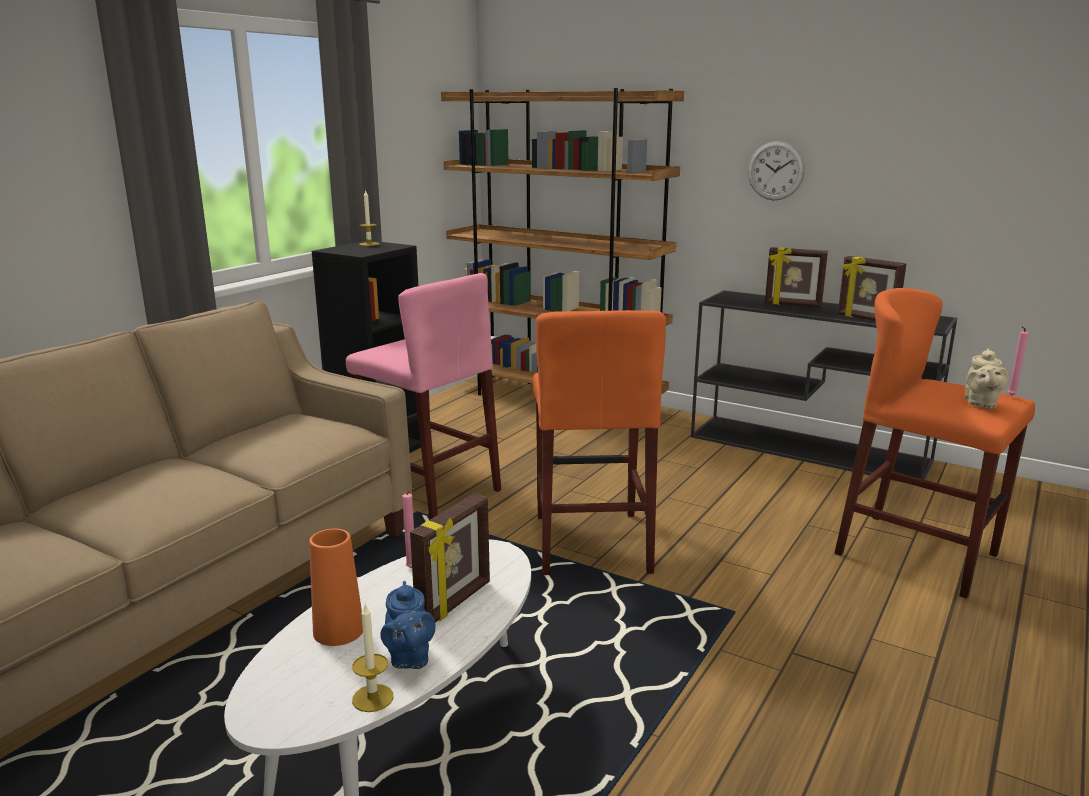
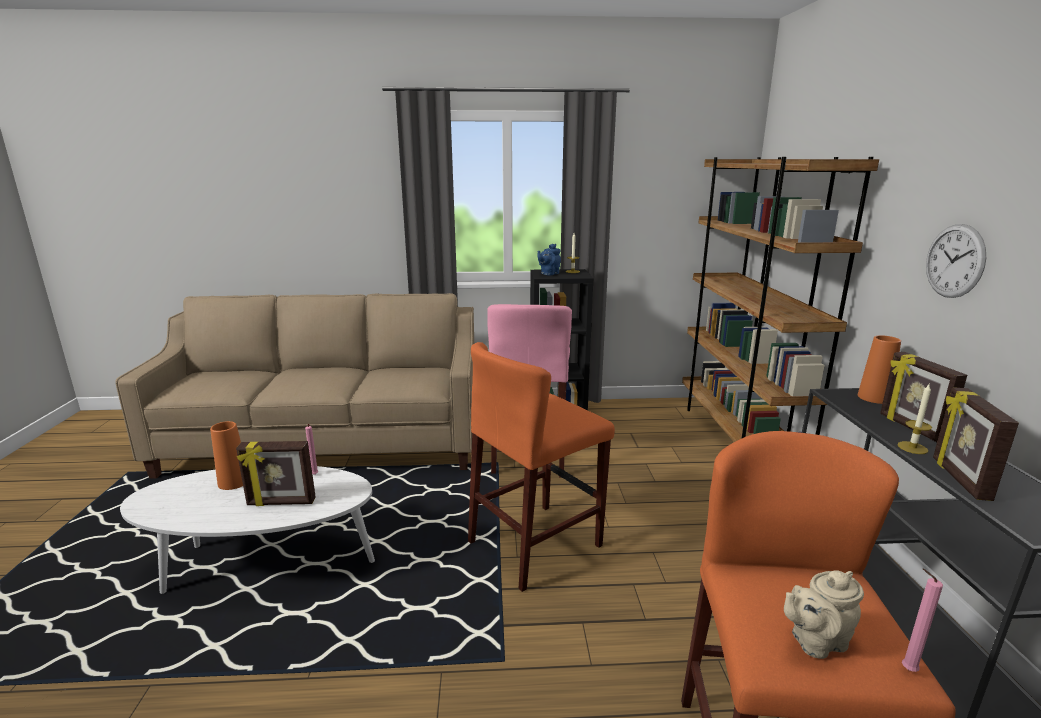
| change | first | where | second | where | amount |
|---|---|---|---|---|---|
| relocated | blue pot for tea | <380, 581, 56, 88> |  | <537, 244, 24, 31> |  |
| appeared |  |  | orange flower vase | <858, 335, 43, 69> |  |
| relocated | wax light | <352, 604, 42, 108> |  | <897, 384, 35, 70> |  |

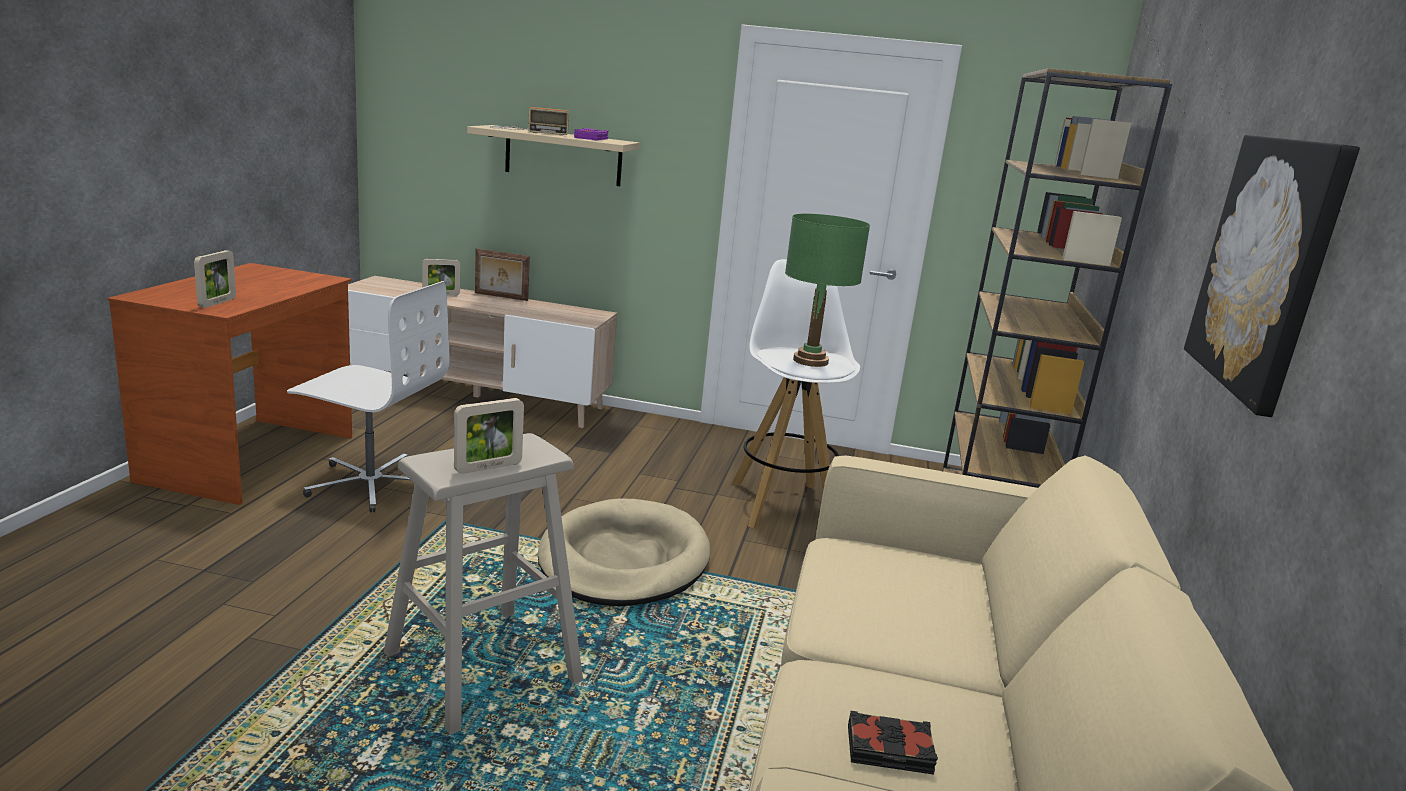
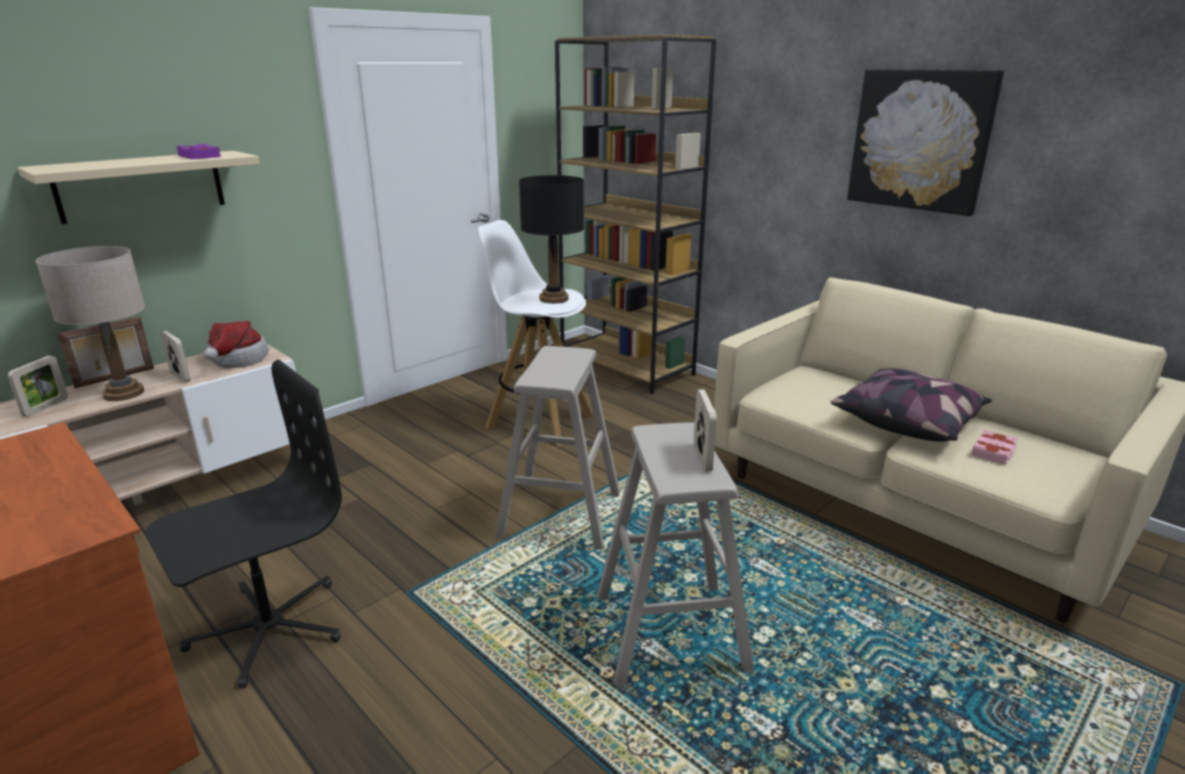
| change | first | where | second | where | amount |
|---|---|---|---|---|---|
| appeared |  |  | beige table lamp | <35, 246, 110, 155> |  |
| colour | white computer chair | <287, 281, 162, 231> | black computer chair | <145, 360, 197, 328> |  |
| relocated | standing frame | <194, 250, 42, 58> |  | <161, 331, 30, 51> |  |
| appeared |  |  | clothing hat | <204, 321, 65, 47> |  |
| exchanged | beige dog cushion | <538, 499, 173, 107> | beige sitting stool | <495, 346, 125, 204> |  |
| colour | green table lamp | <785, 214, 85, 153> | black table lamp | <519, 175, 65, 129> |  |
| appeared |  |  | pillow | <831, 368, 161, 74> |  |
| colour | black book | <848, 711, 90, 64> | pink book | <971, 429, 47, 36> |  |
| missing | radio | <490, 107, 79, 29> |  |  |  |

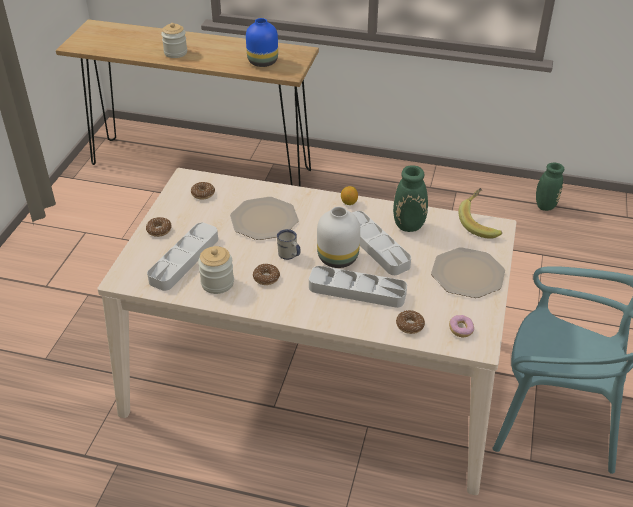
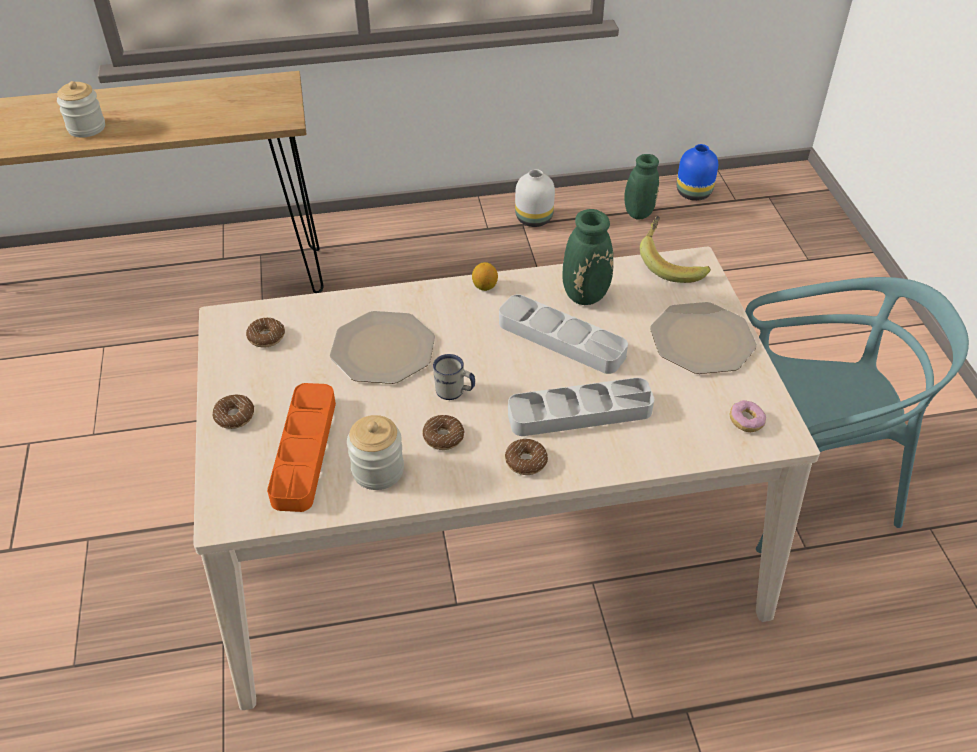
| change | first | where | second | where | amount |
|---|---|---|---|---|---|
| colour | greyish tray | <147, 223, 71, 68> | orange tray | <267, 383, 69, 129> |  |
| relocated | donut | <396, 310, 29, 24> |  | <505, 439, 43, 36> |  |
| relocated | white flower vase | <317, 207, 43, 61> |  | <515, 169, 40, 58> |  |
| relocated | blue flower vase | <246, 18, 32, 49> |  | <677, 144, 41, 57> |  |

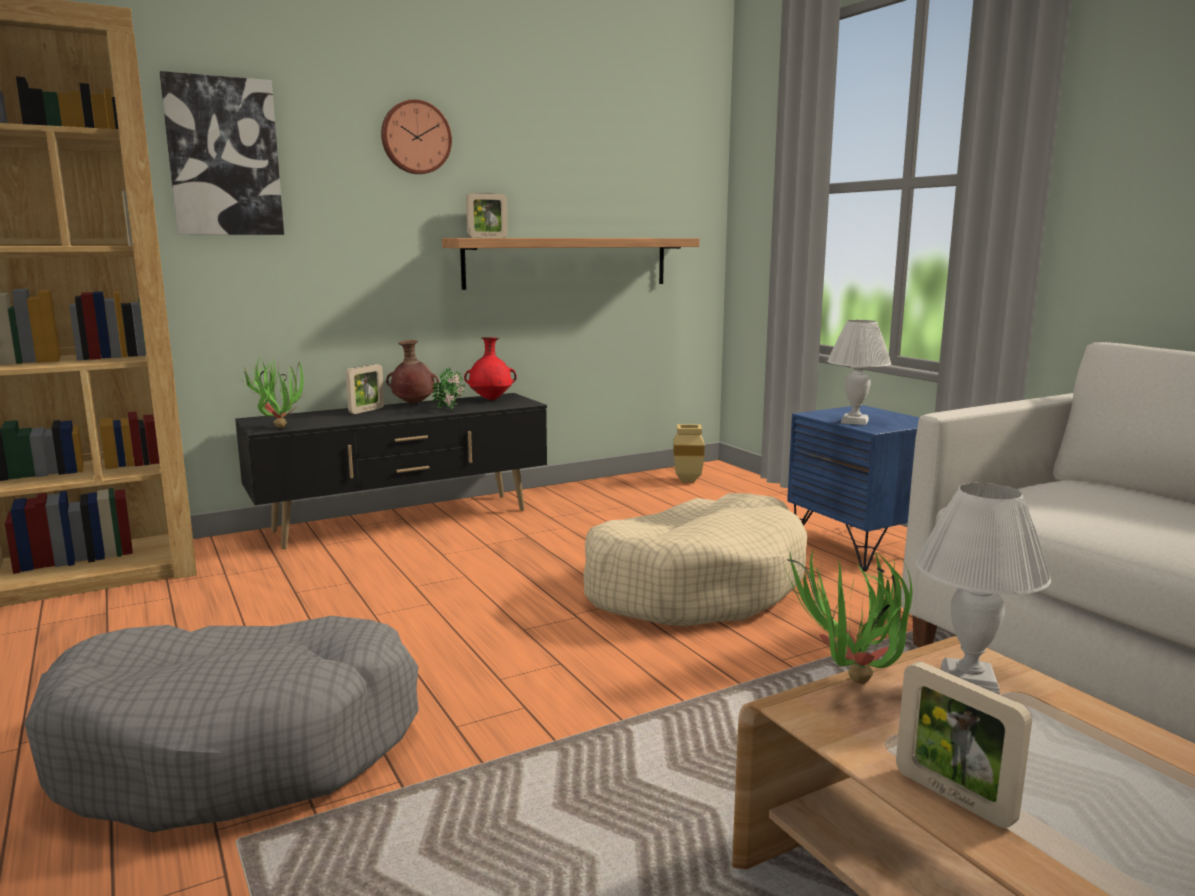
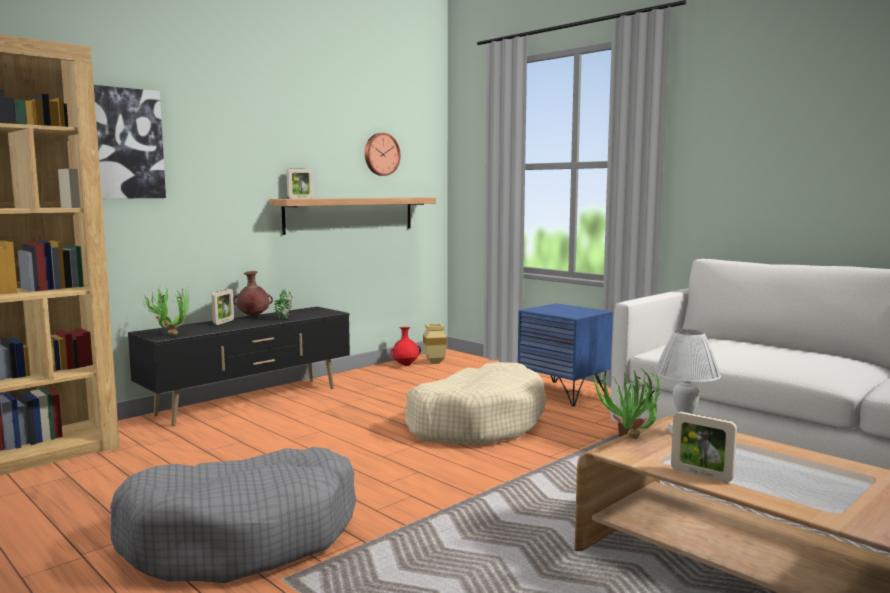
| change | first | where | second | where | amount |
|---|---|---|---|---|---|
| relocated | hanging clock | <381, 99, 71, 75> |  | <365, 133, 36, 43> |  |
| relocated | reddish flower vase | <464, 337, 53, 63> |  | <390, 327, 31, 39> |  |
| missing | white table lamp | <827, 320, 64, 105> |  |  |  |

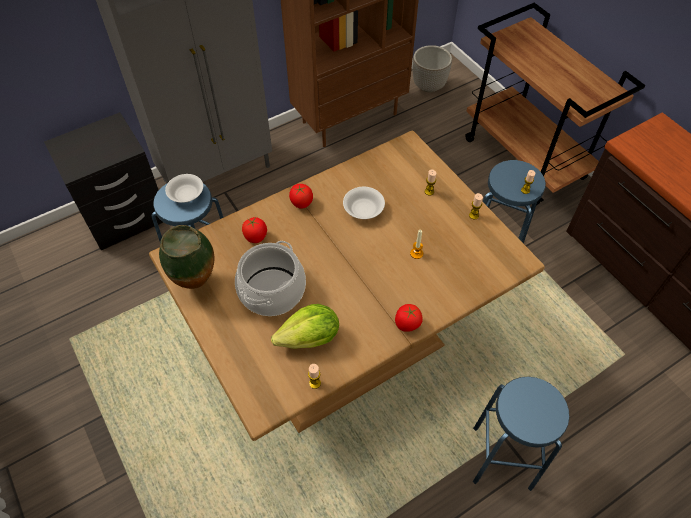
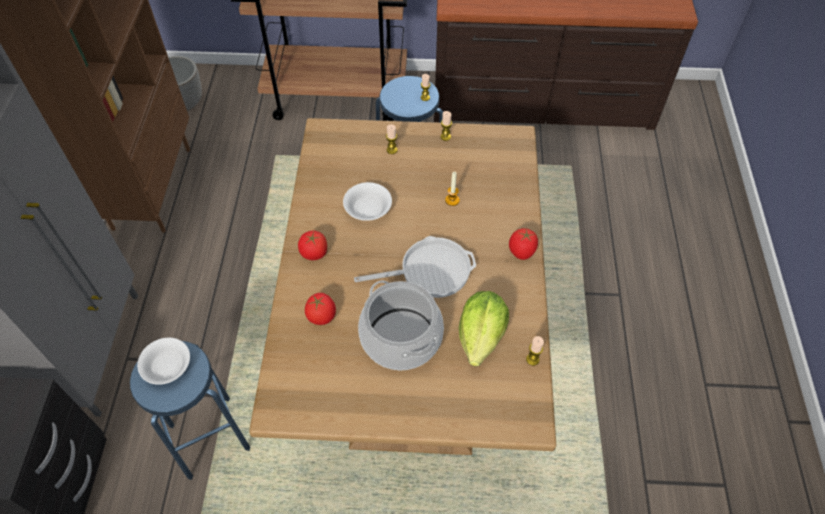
| change | first | where | second | where | amount |
|---|---|---|---|---|---|
| appeared |  |  | frying pan | <354, 236, 122, 62> |  |
| missing | flower vase | <159, 225, 55, 64> |  |  |  |
| missing | blue sitting stool | <473, 377, 97, 114> |  |  |  |

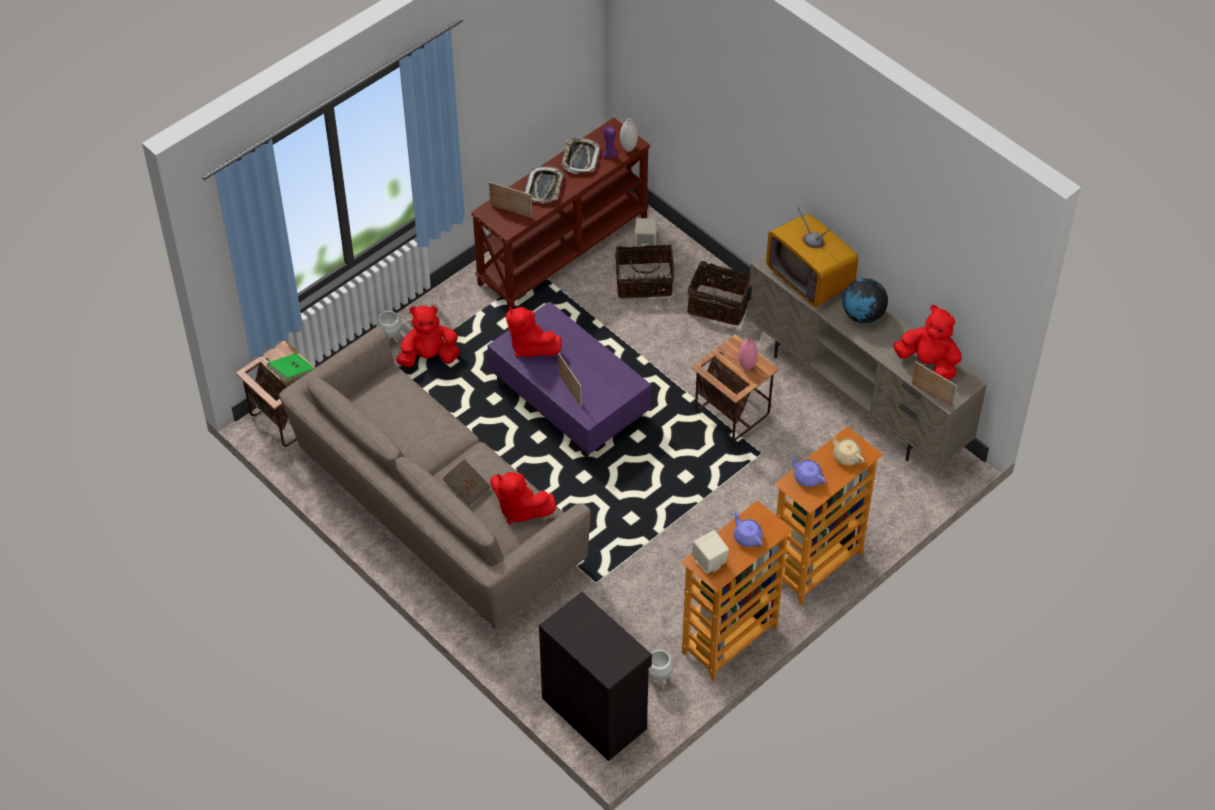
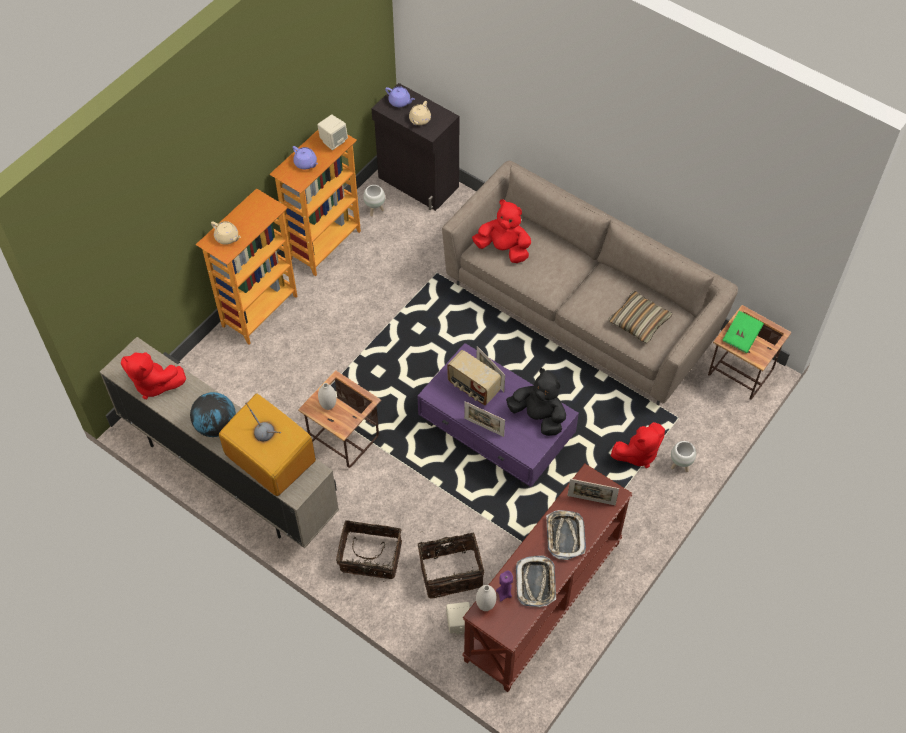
| change | first | where | second | where | amount |
|---|---|---|---|---|---|
| colour | pink flower vase | <738, 338, 20, 32> | white flower vase | <318, 383, 19, 27> |  |
| relocated | purplish pot for tea | <790, 455, 36, 32> |  | <385, 86, 30, 21> |  |
| appeared |  |  | beige pot for tea | <409, 101, 22, 24> |  |
| appeared |  |  | radio | <447, 350, 54, 55> |  |
| relocated | standing frame | <911, 361, 46, 47> |  | <464, 401, 41, 36> |  |
| colour | reddish cuddly toy | <506, 306, 55, 51> | black cuddly toy | <506, 368, 60, 68> |  |
| appeared |  |  | pillow | <608, 291, 65, 52> |  |
| missing | brownish book | <442, 459, 49, 48> |  |  |  |

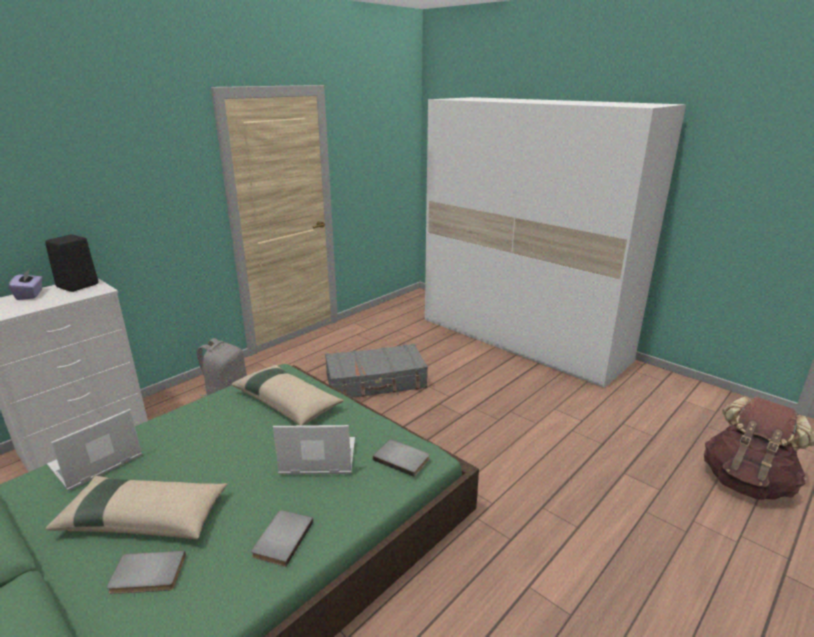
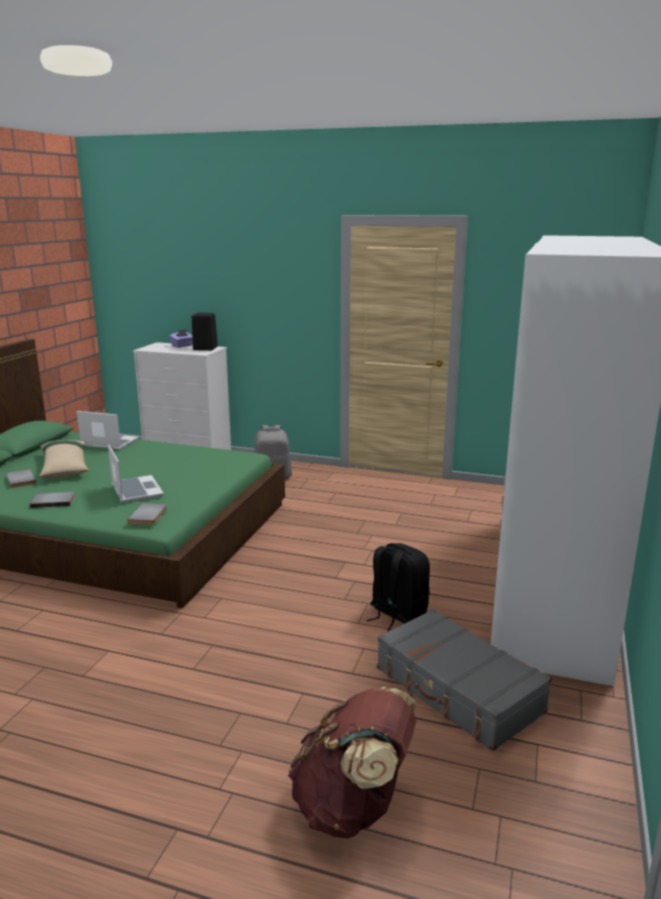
| change | first | where | second | where | amount |
|---|---|---|---|---|---|
| appeared |  |  | black knapsack | <367, 543, 63, 89> |  |
| relocated | greyish piece of luggage | <325, 344, 103, 54> |  | <377, 609, 175, 142> |  |
| missing | beige pillow | <232, 365, 112, 61> |  |  |  |

